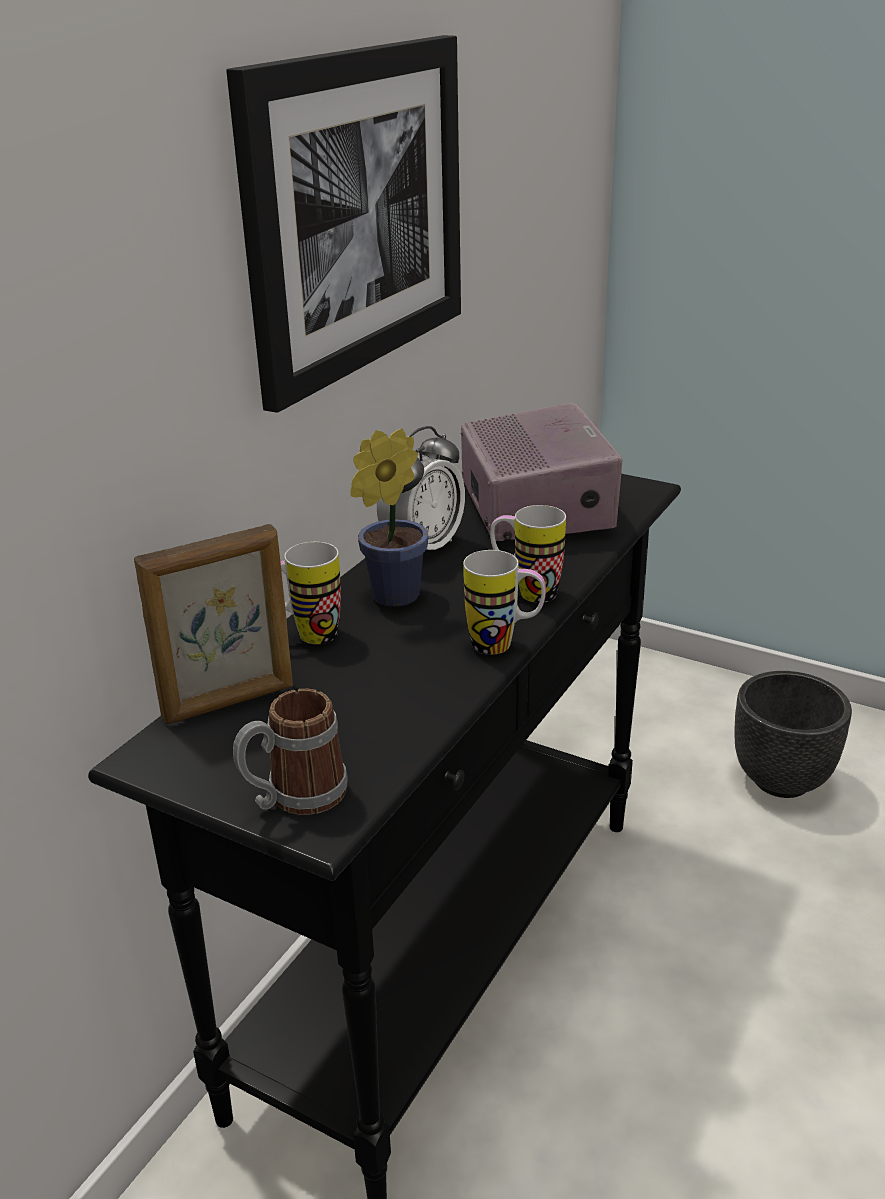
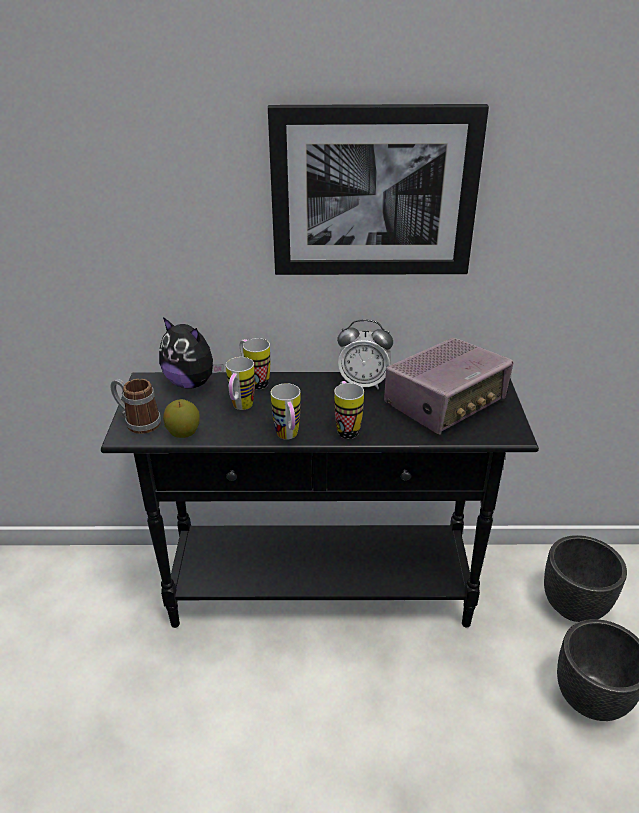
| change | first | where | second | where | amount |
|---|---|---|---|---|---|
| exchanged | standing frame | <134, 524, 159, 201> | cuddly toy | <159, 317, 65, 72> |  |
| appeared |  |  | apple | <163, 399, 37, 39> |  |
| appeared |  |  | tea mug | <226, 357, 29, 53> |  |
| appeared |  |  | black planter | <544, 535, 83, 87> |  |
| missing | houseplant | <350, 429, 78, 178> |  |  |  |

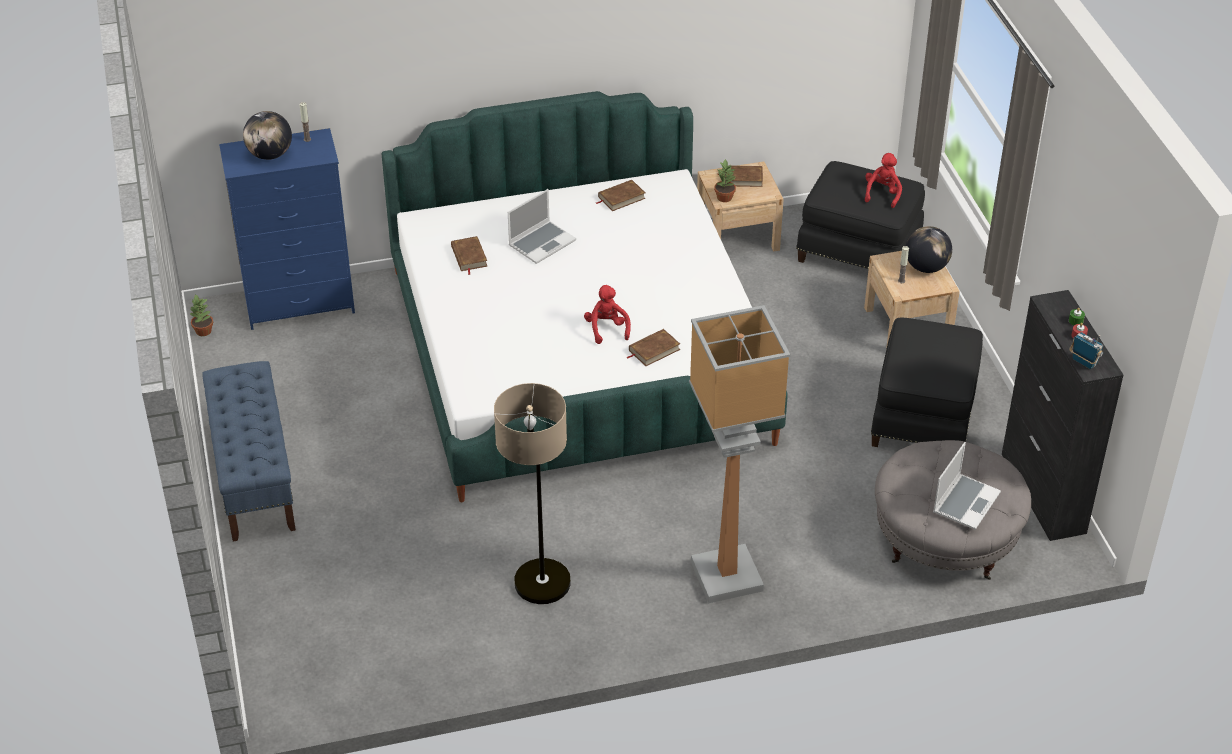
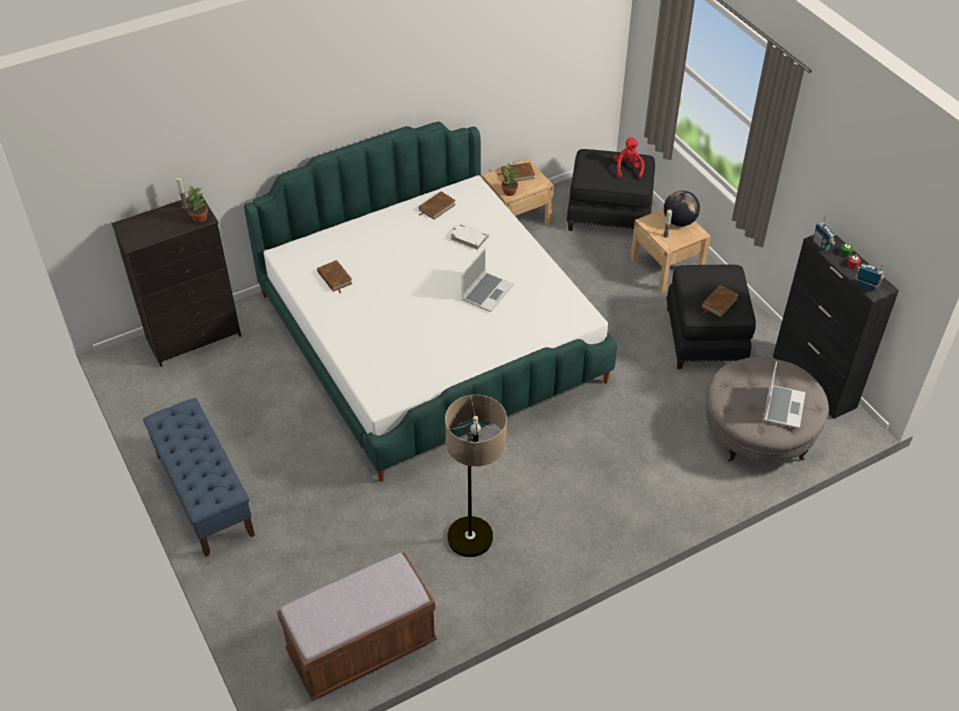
| change | first | where | second | where | amount |
|---|---|---|---|---|---|
| colour | blue drawer chest | <219, 128, 136, 202> | black drawer chest | <111, 196, 130, 171> |  |
| relocated | houseplant | <189, 294, 24, 42> |  | <187, 186, 21, 37> |  |
| appeared |  |  | brownish bench | <277, 552, 160, 149> |  |
| appeared |  |  | white book | <450, 223, 39, 27> |  |
| relocated | laptop | <508, 189, 68, 75> |  | <462, 248, 52, 64> |  |
| relocated | brownish book | <627, 329, 53, 37> |  | <702, 285, 37, 32> |  |
| appeared |  |  | radio | <813, 217, 23, 34> |  |
| missing | desk globe | <243, 111, 49, 49> |  |  |  |
| missing | reddish cuddly toy | <584, 285, 47, 59> |  |  |  |
| missing | standard lamp | <689, 305, 101, 298> |  |  |  |

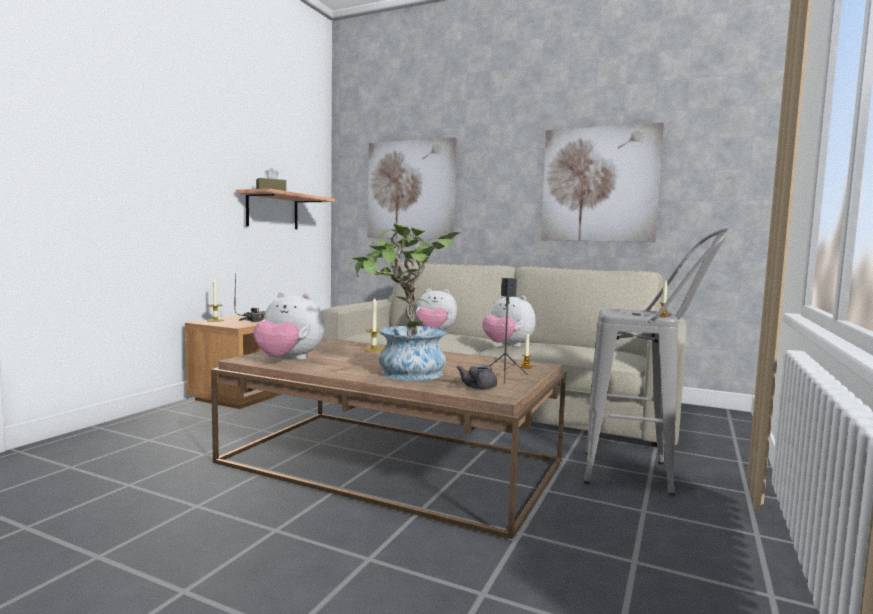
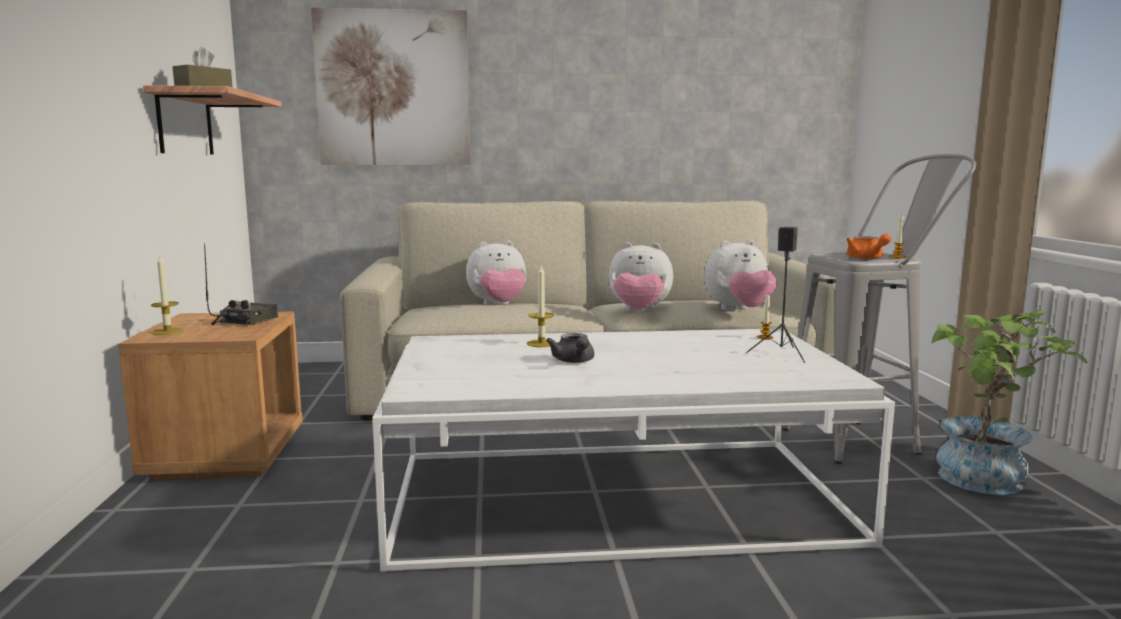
| change | first | where | second | where | amount |
|---|---|---|---|---|---|
| colour | brownish coffee table | <211, 338, 355, 202> | white coffee table | <372, 328, 523, 244> |  |
| relocated | greyish pot for tea | <457, 365, 40, 24> |  | <546, 333, 48, 30> |  |
| relocated | cuddly toy | <253, 292, 71, 68> |  | <704, 240, 73, 70> |  |
| appeared |  |  | orange pot for tea | <846, 233, 45, 26> |  |
| relocated | houseplant | <350, 224, 109, 157> |  | <931, 310, 157, 185> |  |
| missing | wall picture | <541, 122, 123, 120> |  |  |  |

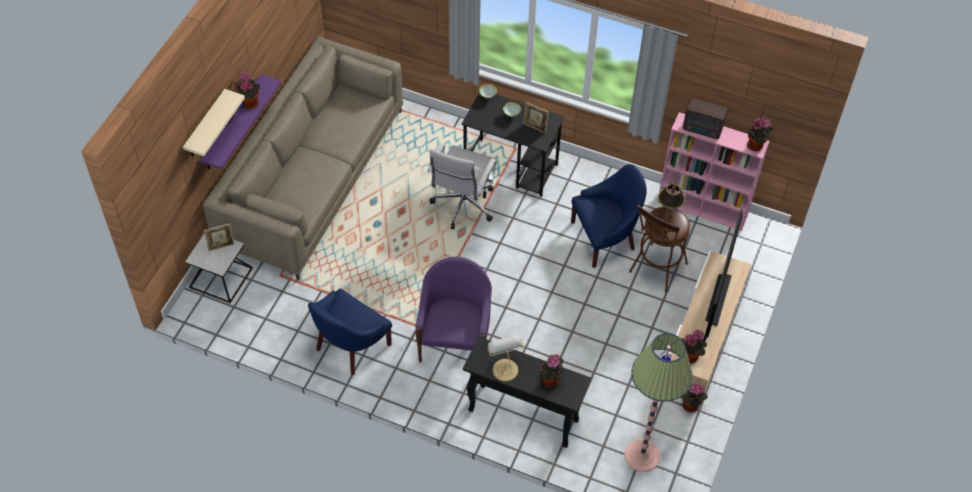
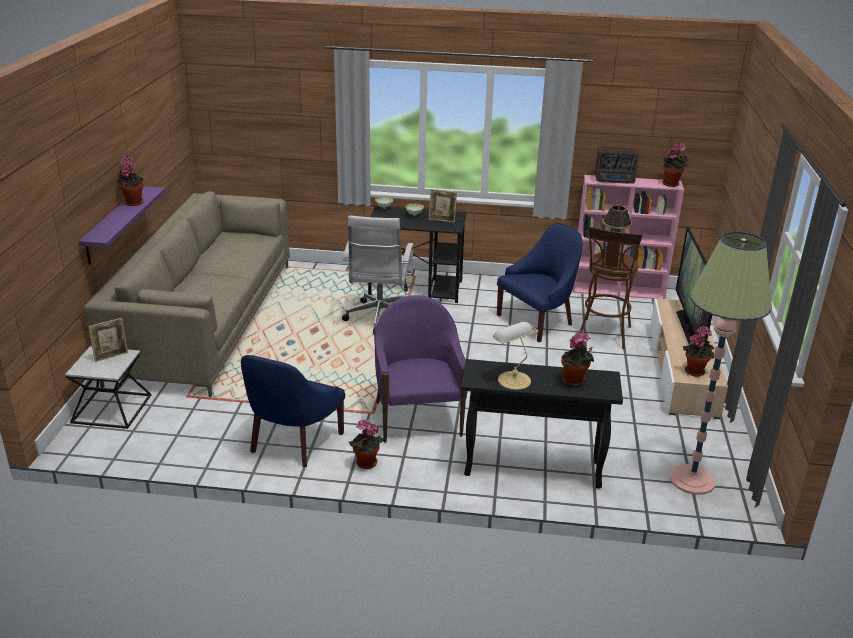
| change | first | where | second | where | amount |
|---|---|---|---|---|---|
| relocated | houseplant | <681, 384, 27, 29> |  | <349, 419, 35, 50> |  |
| missing | beige wall shelf | <183, 89, 62, 68> |  |  |  |

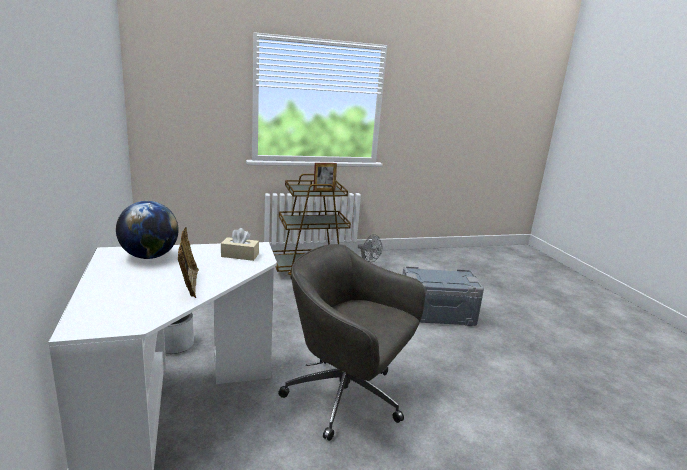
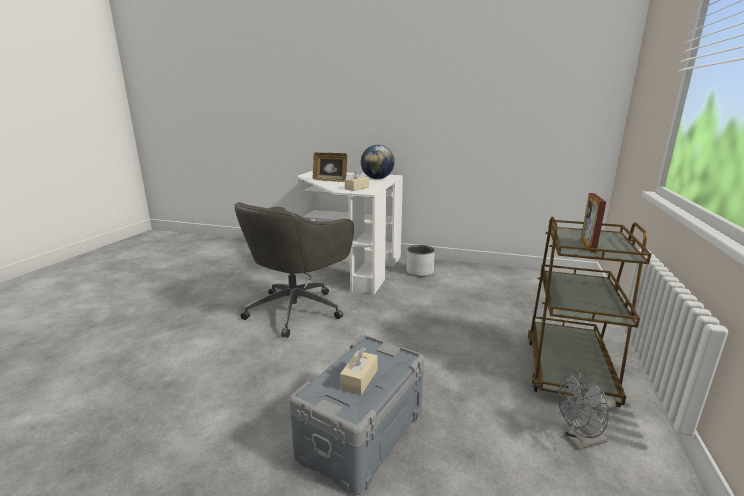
| change | first | where | second | where | amount |
|---|---|---|---|---|---|
| spun | greyish computer chair | <278, 244, 148, 197> |  | <234, 202, 120, 136> | 150 degrees clockwise |
| appeared |  |  | beige tissue holder | <340, 347, 37, 48> |  |

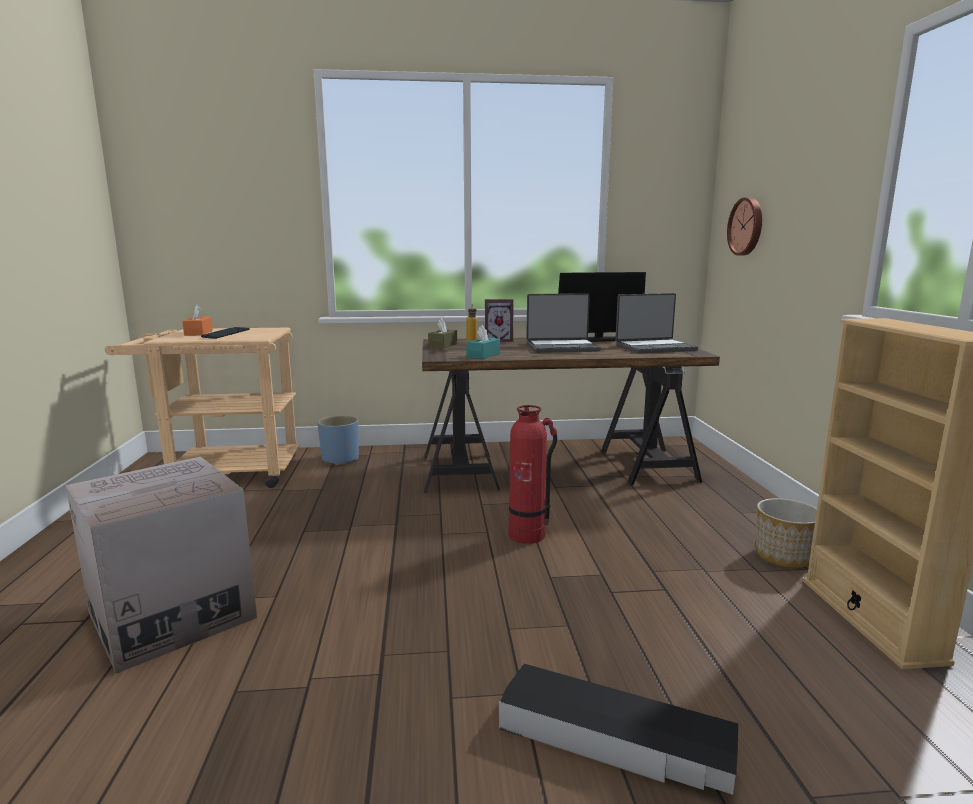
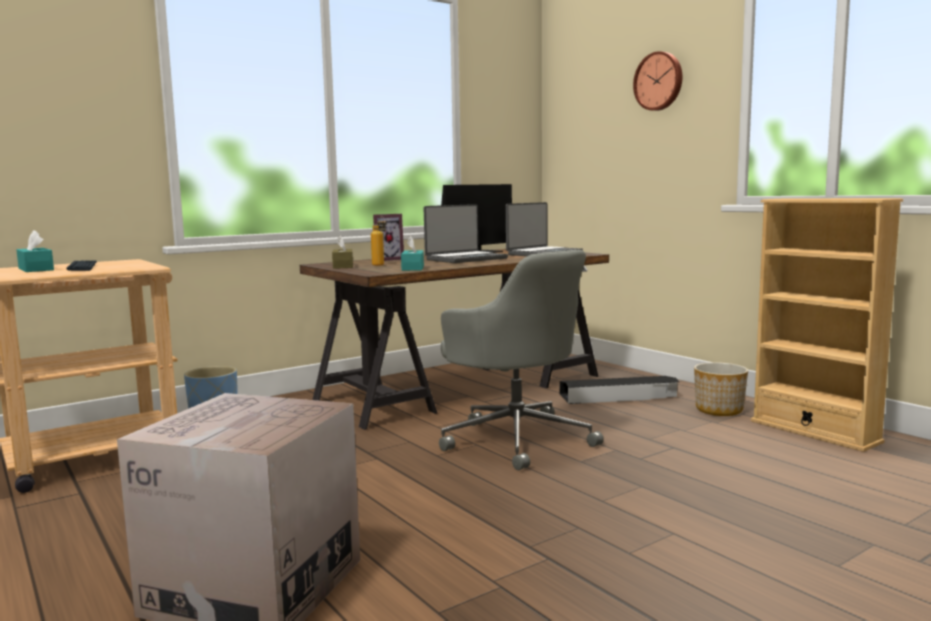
| change | first | where | second | where | amount |
|---|---|---|---|---|---|
| colour | orange tissue holder | <182, 305, 31, 31> | turquoise-coloured tissue holder | <16, 230, 38, 42> |  |
| exchanged | fire extinguisher | <509, 405, 48, 139> | greyish computer chair | <439, 250, 165, 220> |  |
| relocated | black storage box | <499, 664, 239, 131> |  | <560, 376, 119, 28> |  |
| relocated | hanging clock | <727, 197, 35, 58> |  | <633, 51, 49, 60> |  |

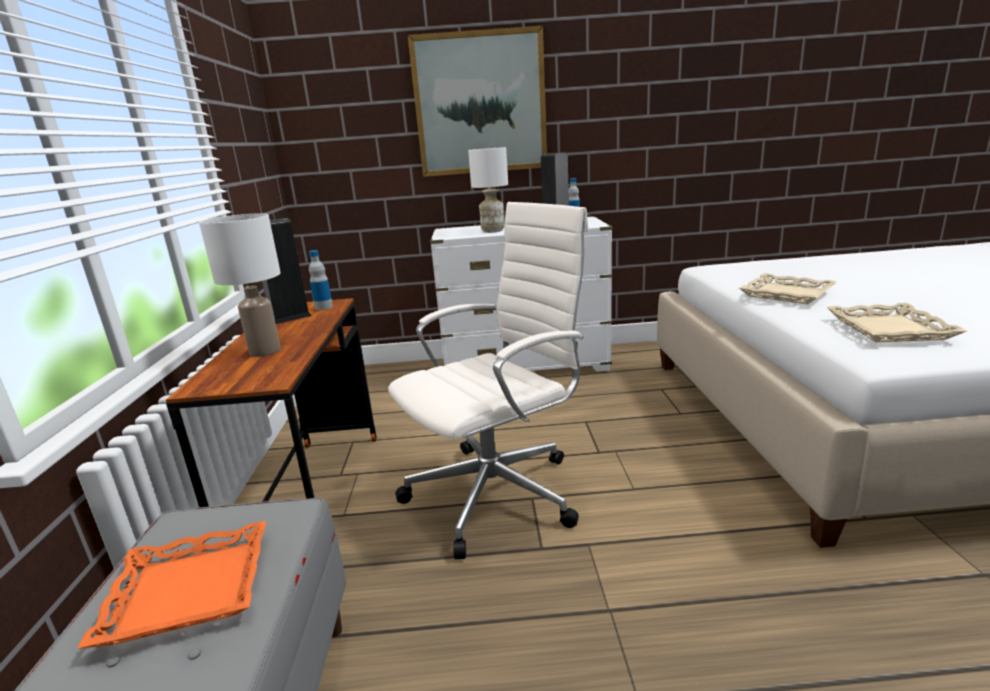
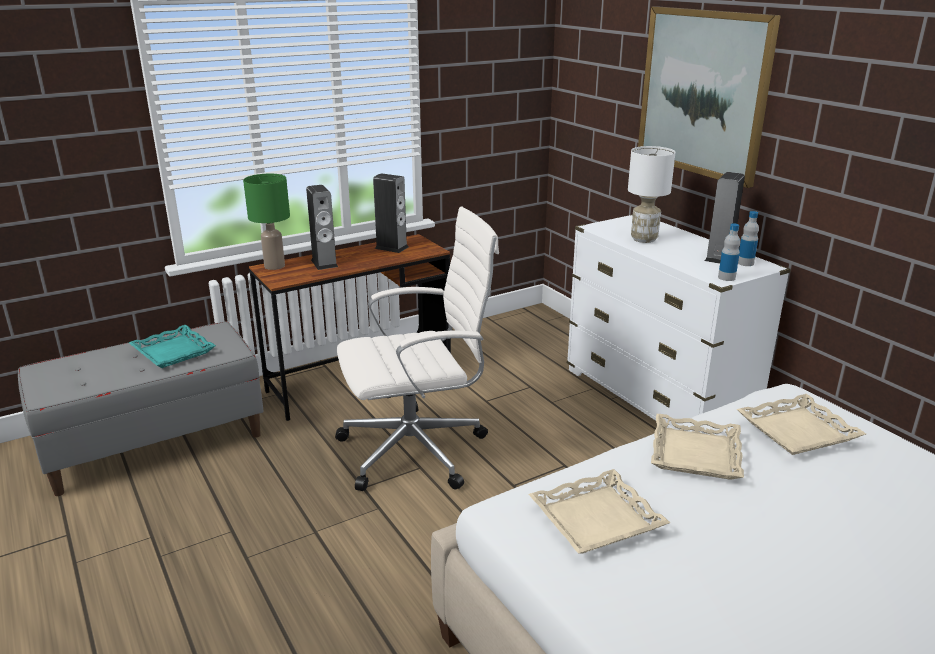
| change | first | where | second | where | amount |
|---|---|---|---|---|---|
| colour | orange tray | <77, 521, 189, 128> | turquoise-coloured tray | <129, 325, 87, 43> |  |
| appeared |  |  | green table lamp | <243, 174, 47, 96> |  |
| exchanged | white table lamp | <199, 213, 82, 144> | audio speaker | <306, 185, 32, 85> |  |
| spun | white computer chair | <388, 202, 201, 357> |  | <335, 207, 164, 284> | 45 degrees counterclockwise |
| relocated | drink bottle | <309, 250, 24, 60> |  | <718, 223, 22, 58> |  |
| appeared |  |  | beige tray | <737, 394, 129, 61> |  |

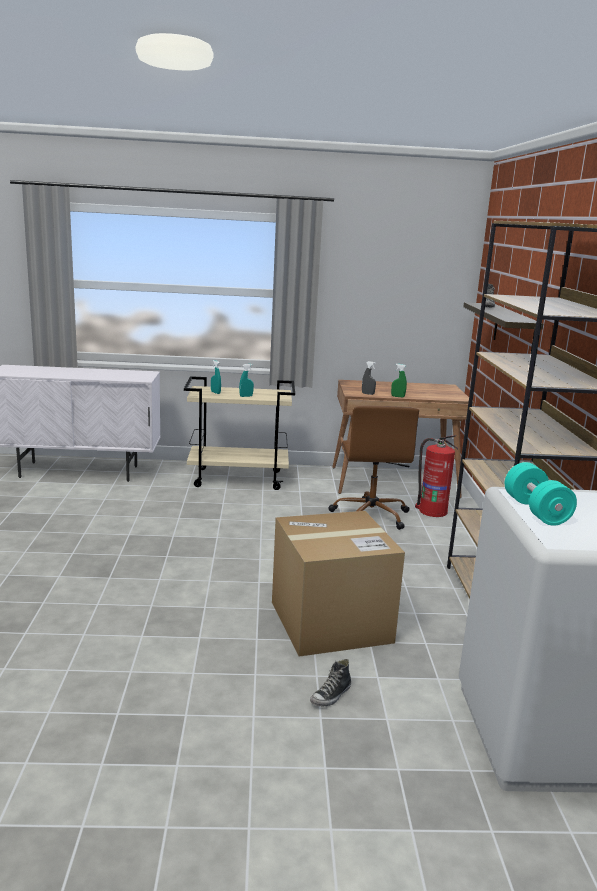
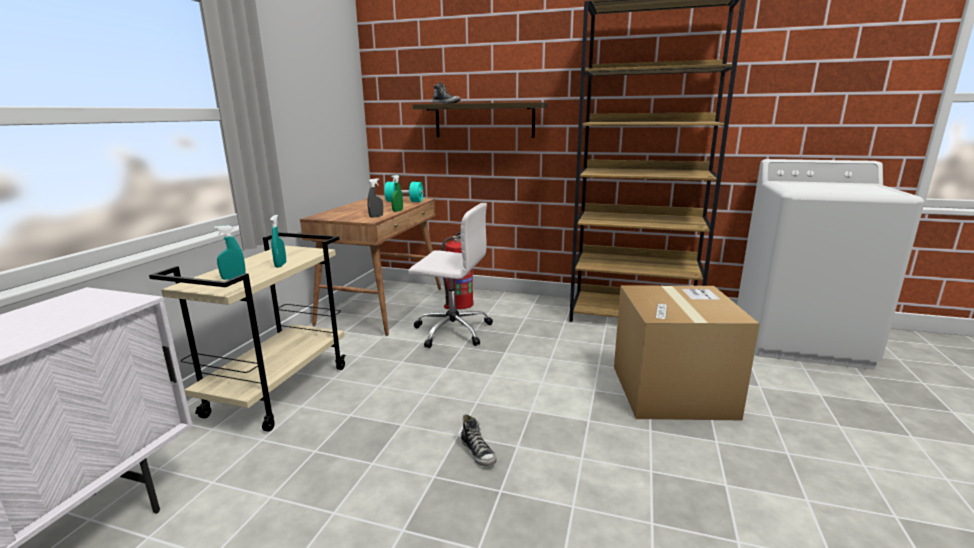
| change | first | where | second | where | amount |
|---|---|---|---|---|---|
| relocated | turquoise-coloured hand weight | <505, 462, 72, 64> |  | <384, 182, 39, 20> |  |
| colour | brownish computer chair | <329, 406, 90, 124> | white computer chair | <408, 203, 85, 145> |  |
| relocated | shoe | <310, 659, 41, 47> |  | <461, 414, 35, 52> |  |

